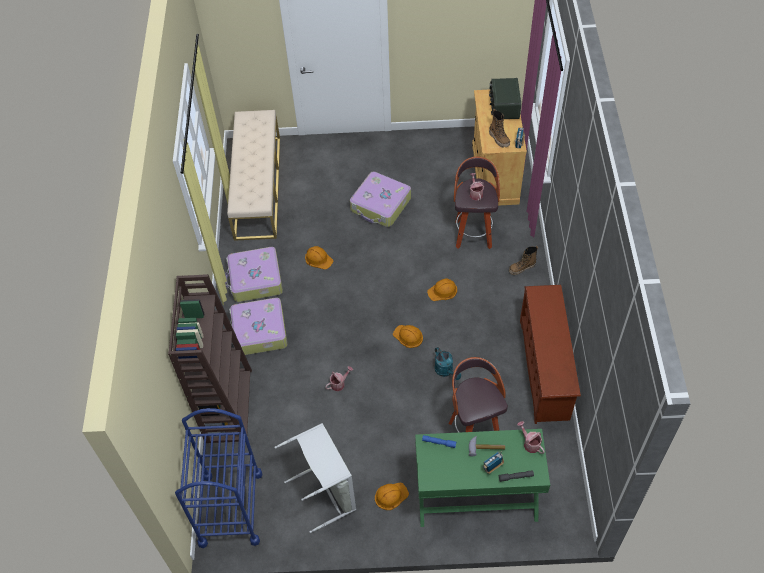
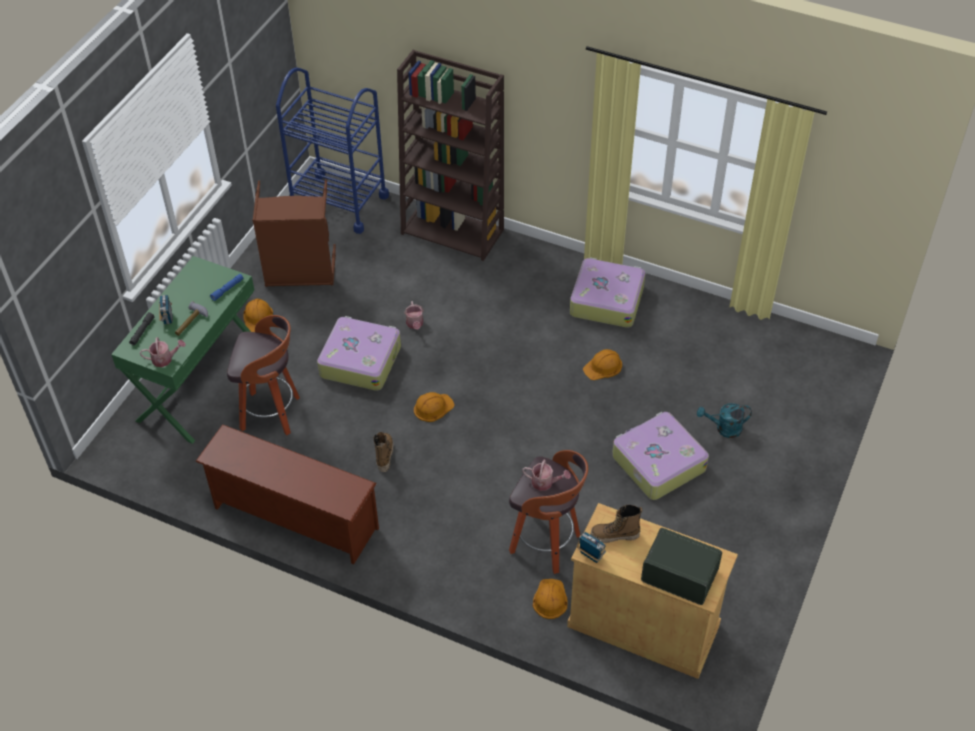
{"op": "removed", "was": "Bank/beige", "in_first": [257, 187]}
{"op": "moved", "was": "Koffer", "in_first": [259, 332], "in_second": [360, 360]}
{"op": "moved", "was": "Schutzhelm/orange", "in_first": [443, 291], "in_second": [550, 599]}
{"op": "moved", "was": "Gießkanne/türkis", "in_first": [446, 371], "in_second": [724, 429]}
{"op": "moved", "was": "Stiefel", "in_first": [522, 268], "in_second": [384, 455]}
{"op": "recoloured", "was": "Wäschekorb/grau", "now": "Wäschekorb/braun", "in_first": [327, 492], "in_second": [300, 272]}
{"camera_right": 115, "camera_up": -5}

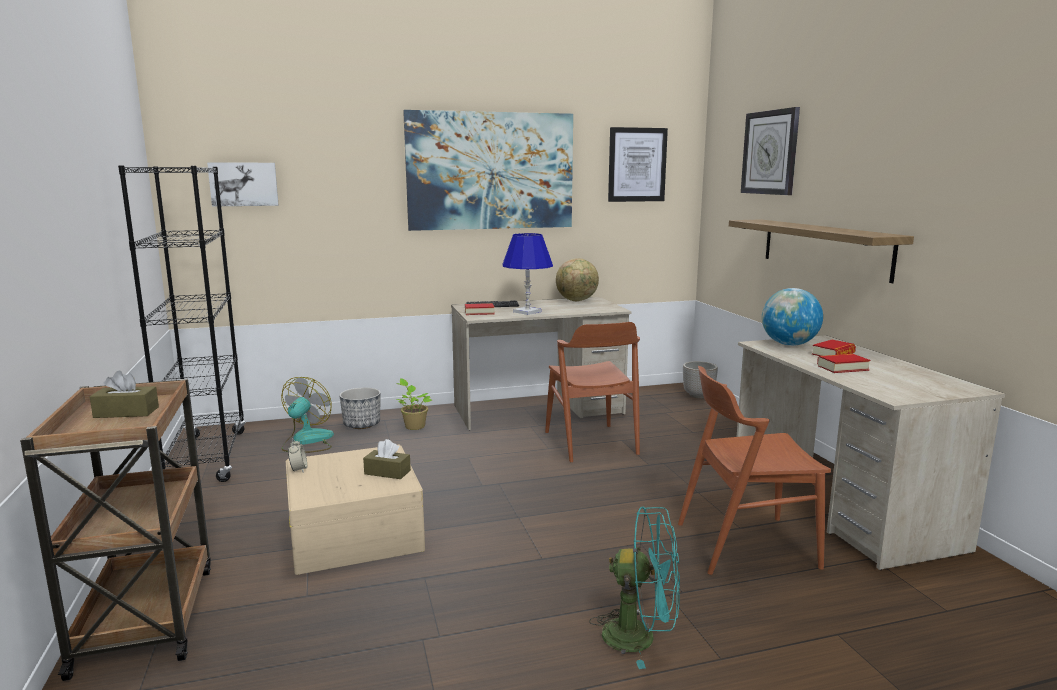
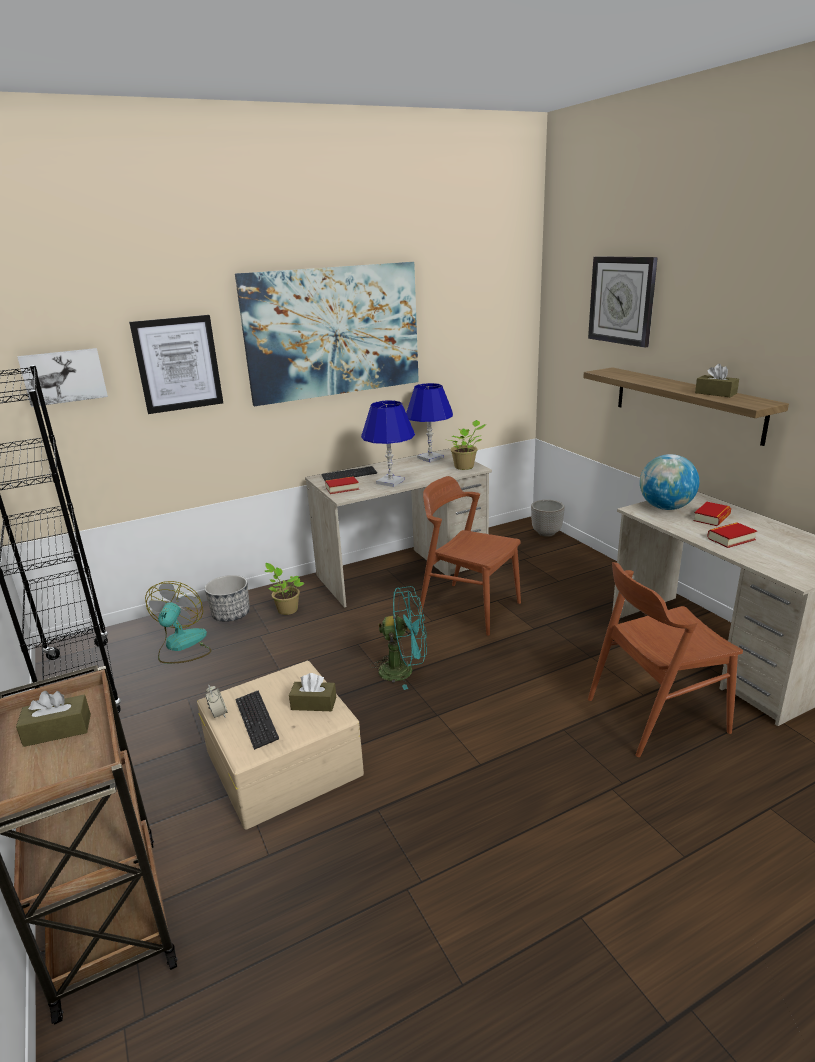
{"op": "added", "now": "Tastatur", "in_second": [256, 720]}
{"op": "added", "now": "Topfpflanze", "in_second": [465, 467]}
{"op": "added", "now": "Taschentuchbox/braun", "in_second": [715, 393]}
{"op": "moved", "was": "Ventilator/türkis", "in_first": [640, 637], "in_second": [404, 670]}
{"op": "moved", "was": "Bild", "in_first": [637, 165], "in_second": [178, 364]}
{"op": "replaced", "was": "Globus", "now": "Tischlampe/blau", "in_first": [577, 301], "in_second": [430, 458]}
{"op": "turned", "was": "Stuhl/braun", "in_first": [590, 443], "in_second": [469, 608], "clockwise": 150}
{"camera_right": -10, "camera_up": 10}

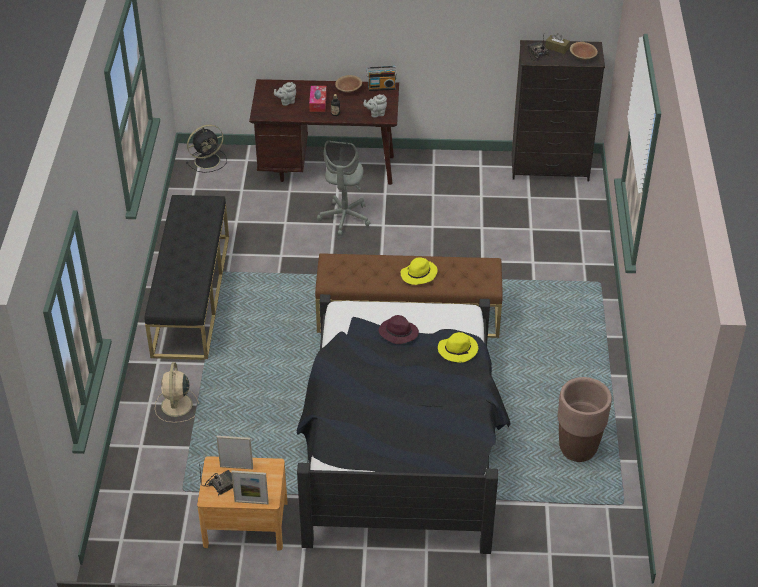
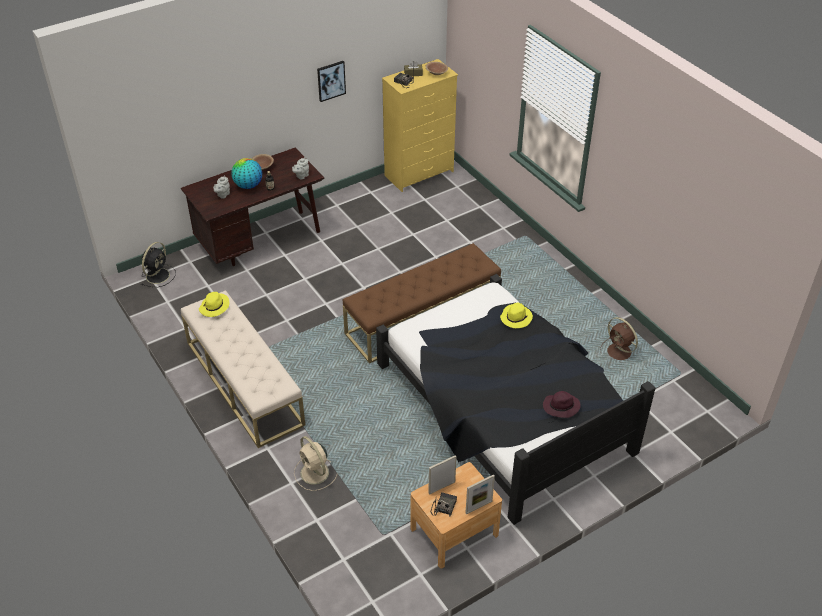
{"op": "removed", "was": "Bürostuhl/grau", "in_first": [344, 218]}
{"op": "removed", "was": "Radio", "in_first": [381, 87]}
{"op": "added", "now": "Bild", "in_second": [331, 80]}
{"op": "moved", "was": "Hut/lila", "in_first": [397, 333], "in_second": [560, 407]}
{"op": "moved", "was": "Hut/gelb", "in_first": [418, 275], "in_second": [214, 307]}
{"op": "replaced", "was": "Taschentuchbox", "now": "Globus", "in_first": [318, 102], "in_second": [248, 185]}
{"op": "replaced", "was": "Pflanzkübel/braun", "now": "Ventilator/braun", "in_first": [578, 449], "in_second": [620, 352]}
{"op": "recoloured", "was": "Bank/schwarz", "now": "Bank/beige", "in_first": [191, 294], "in_second": [244, 383]}
{"op": "recoloured", "was": "Kommode/schwarz", "now": "Kommode/gelb", "in_first": [550, 168], "in_second": [420, 174]}
{"camera_right": -35, "camera_up": 0}

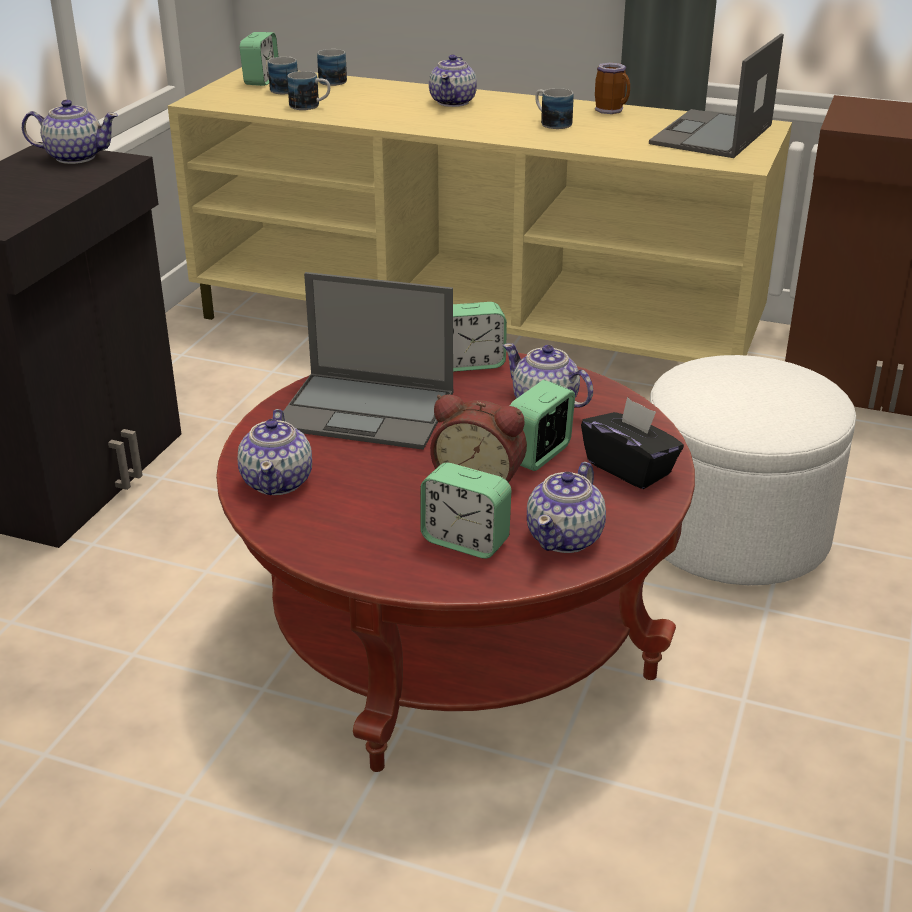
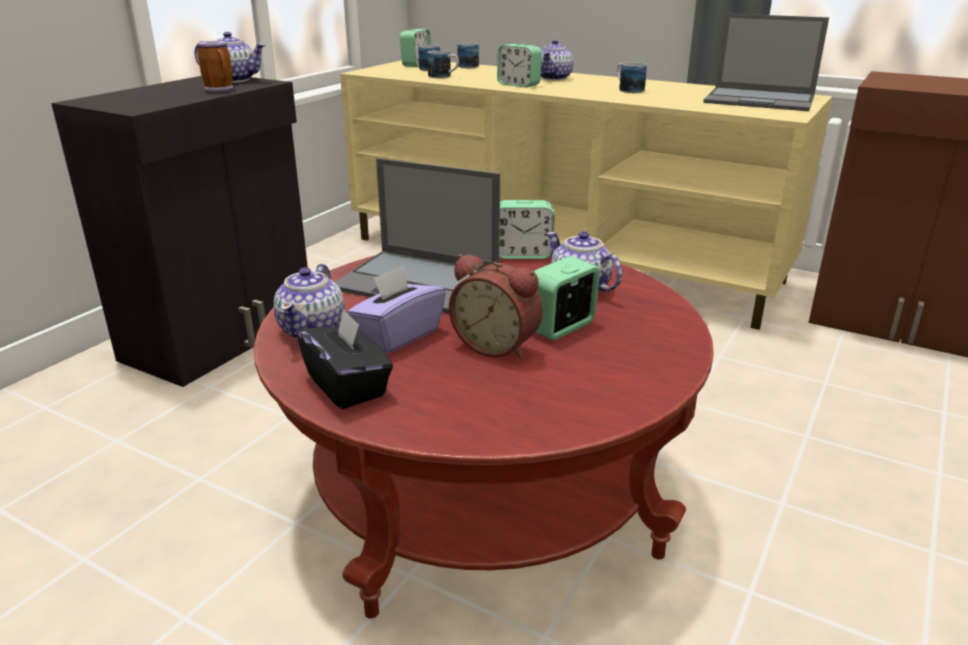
{"op": "removed", "was": "Teekanne", "in_first": [566, 537]}
{"op": "removed", "was": "Polsterhocker/weiß", "in_first": [733, 533]}
{"op": "added", "now": "Taschentuchbox/lila", "in_second": [398, 335]}
{"op": "moved", "was": "Wecker", "in_first": [465, 541], "in_second": [518, 85]}
{"op": "moved", "was": "Taschentuchbox/schwarz", "in_first": [629, 468], "in_second": [347, 386]}
{"op": "moved", "was": "Henkelbecher", "in_first": [612, 111], "in_second": [221, 90]}
{"op": "turned", "was": "Laptop", "in_first": [711, 135], "in_second": [761, 100], "clockwise": -105}
{"camera_right": 10, "camera_up": -5}

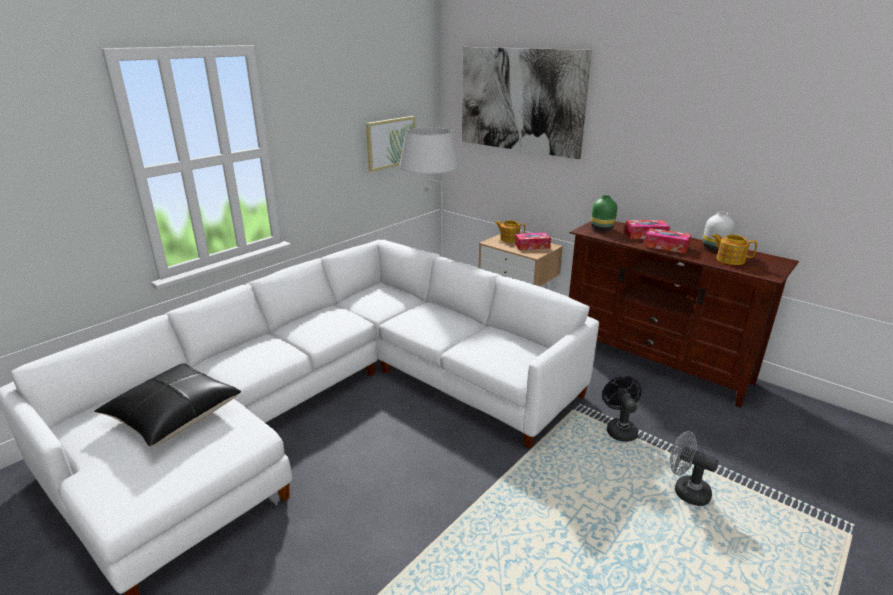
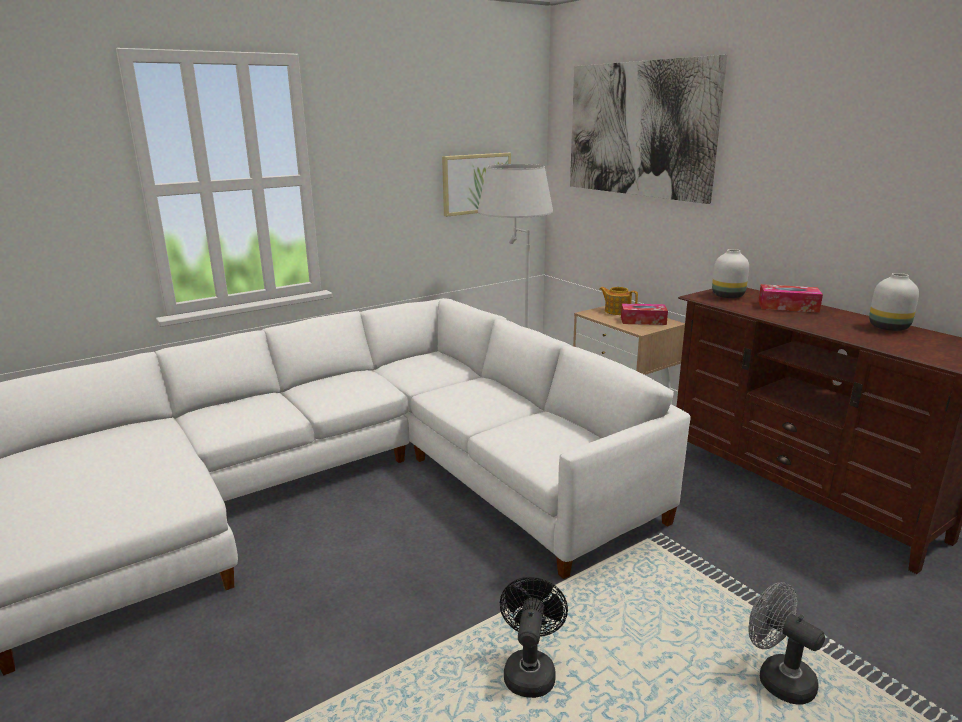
{"op": "removed", "was": "Kissen/schwarz", "in_first": [173, 415]}
{"op": "removed", "was": "Taschentuchbox", "in_first": [666, 246]}
{"op": "removed", "was": "Teekanne", "in_first": [729, 259]}
{"op": "moved", "was": "Ventilator/schwarz", "in_first": [619, 429], "in_second": [530, 670]}
{"op": "recoloured", "was": "Vase/grün", "now": "Vase/weiß", "in_first": [602, 228], "in_second": [727, 295]}
{"camera_right": 15, "camera_up": -5}

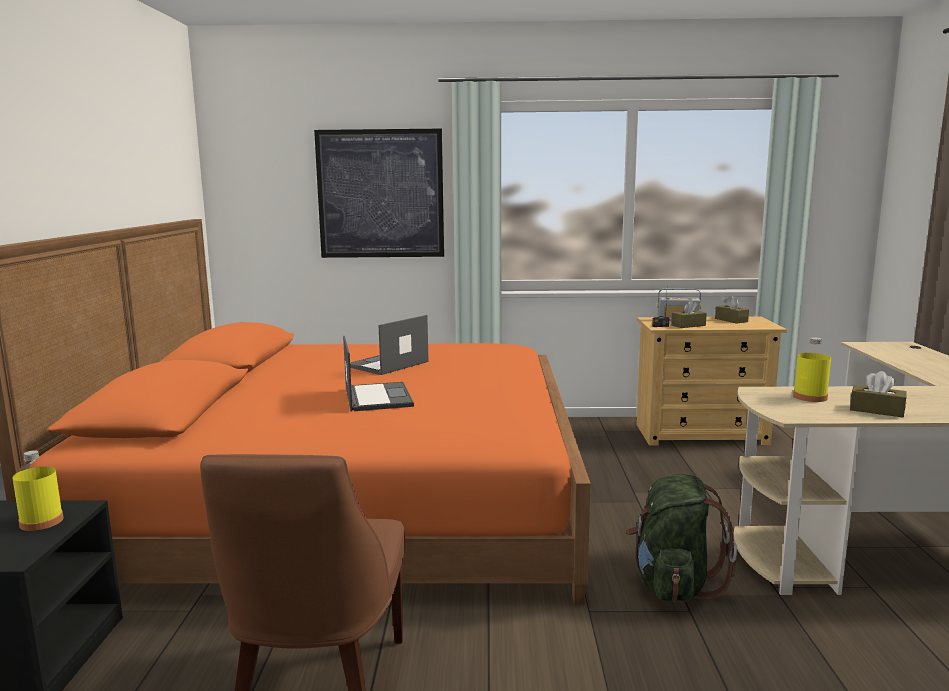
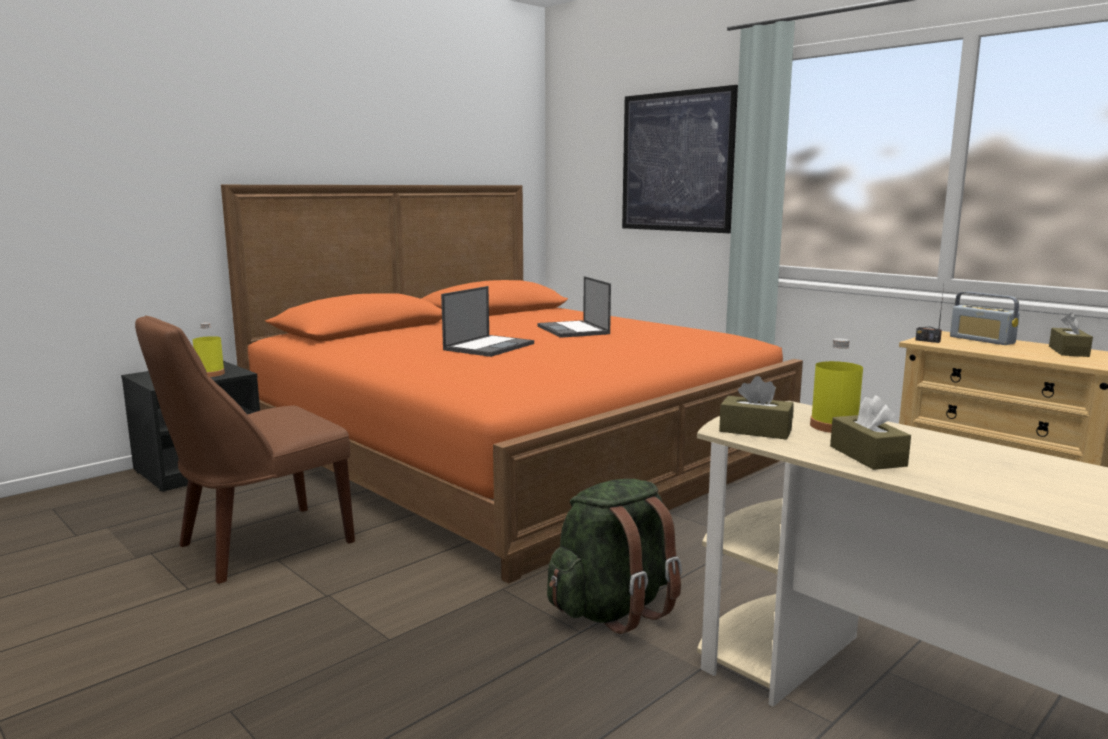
{"op": "moved", "was": "Taschentuchbox/braun", "in_first": [688, 325], "in_second": [755, 430]}
{"op": "turned", "was": "Laptop", "in_first": [387, 364], "in_second": [573, 330], "clockwise": -105}
{"camera_right": 45, "camera_up": 0}

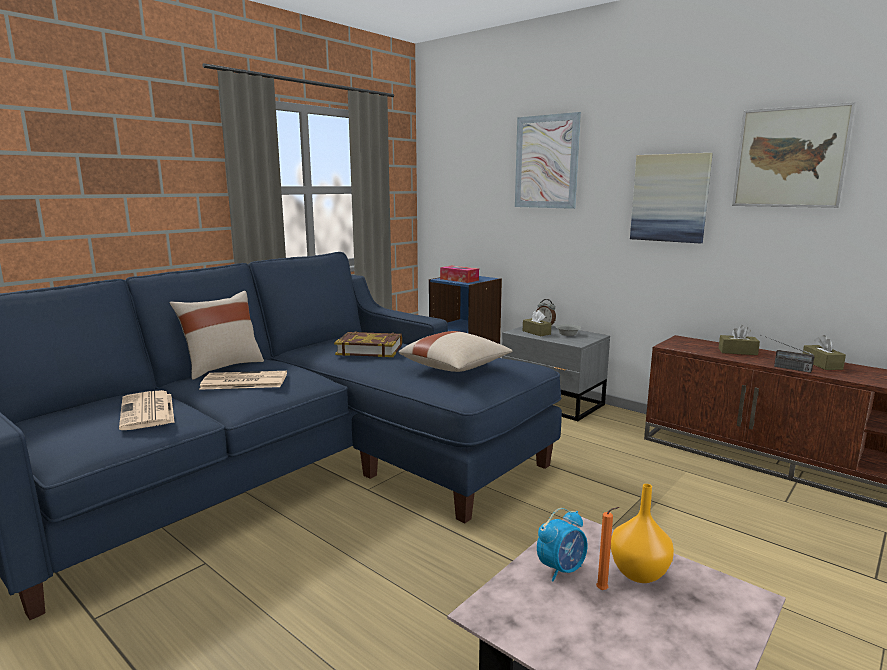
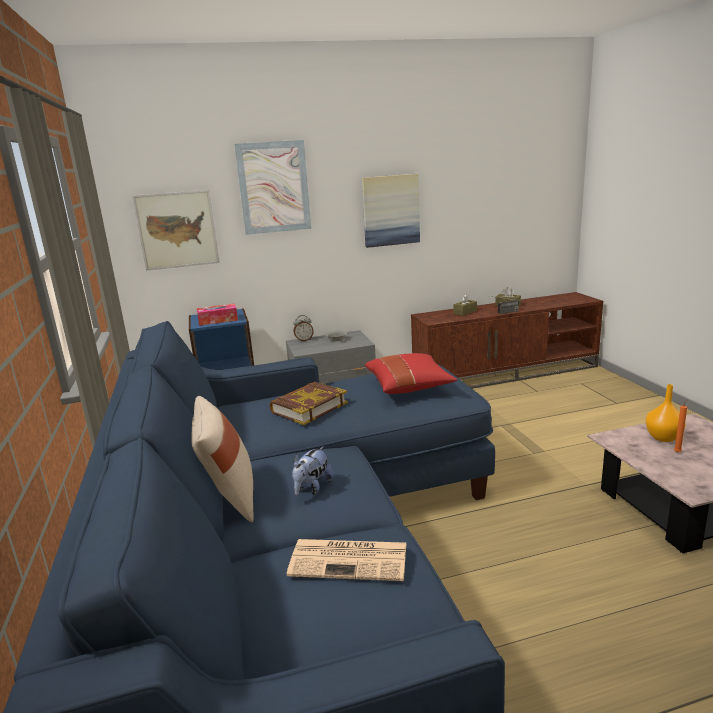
{"op": "removed", "was": "Taschentuchbox/braun", "in_first": [536, 332]}
{"op": "removed", "was": "Wecker", "in_first": [561, 569]}
{"op": "moved", "was": "Bild", "in_first": [790, 157], "in_second": [177, 230]}
{"op": "replaced", "was": "Zeitung", "now": "Plüschtier", "in_first": [243, 381], "in_second": [312, 488]}
{"op": "recoloured", "was": "Kissen/beige", "now": "Kissen/rot", "in_first": [455, 368], "in_second": [409, 386]}
{"camera_right": -55, "camera_up": 5}

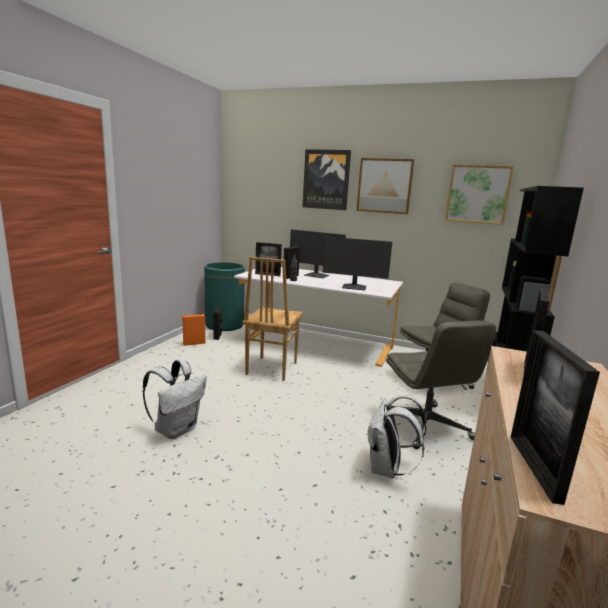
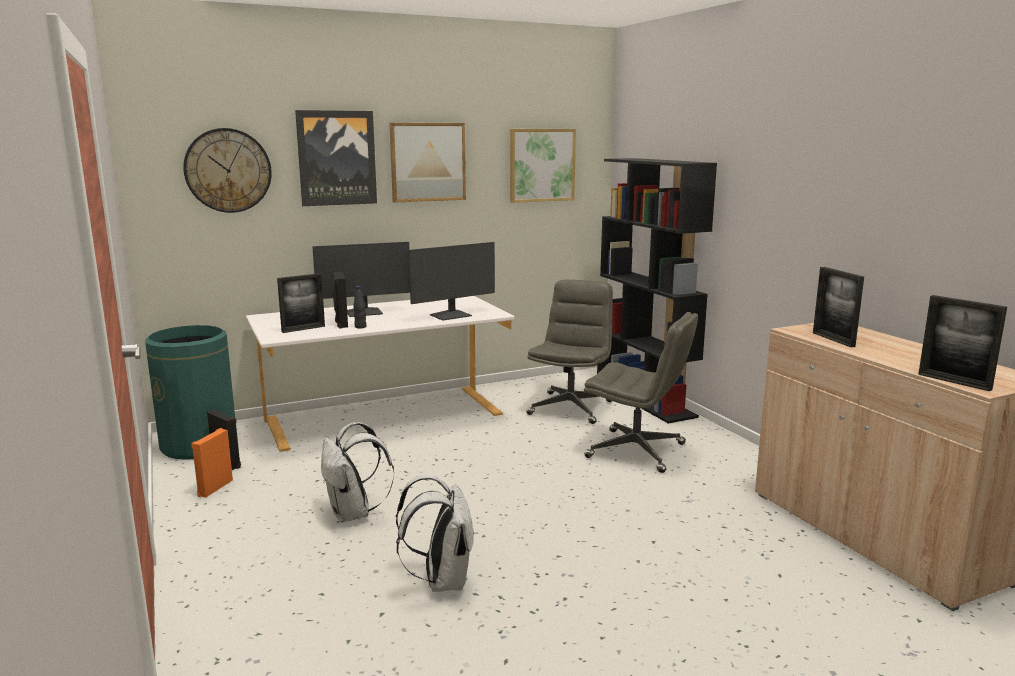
{"op": "removed", "was": "Stuhl/braun", "in_first": [270, 368]}
{"op": "added", "now": "Wanduhr", "in_second": [228, 170]}
{"op": "moved", "was": "Rucksack/weiß", "in_first": [387, 469], "in_second": [353, 514]}
{"camera_right": -45, "camera_up": 0}

